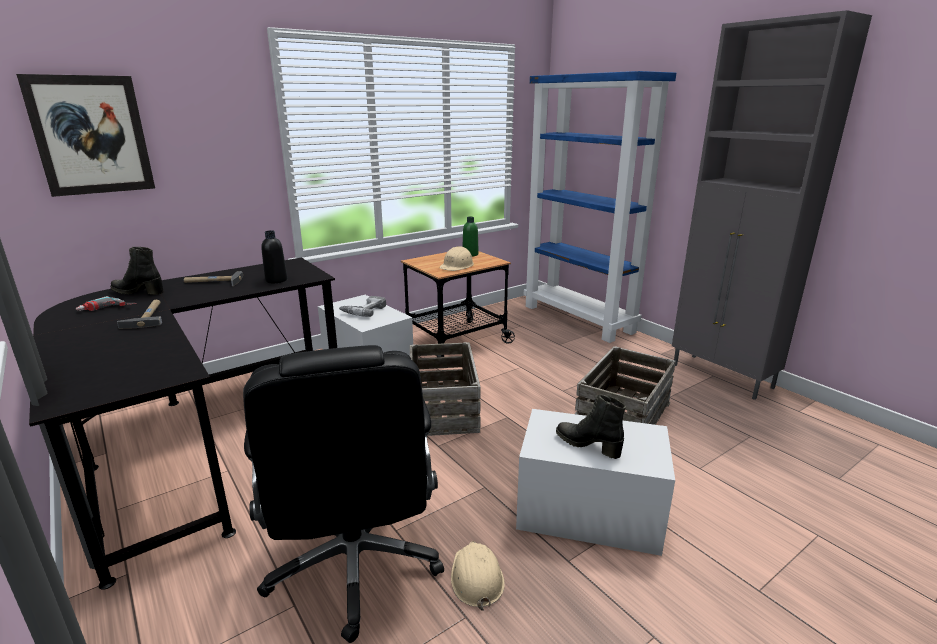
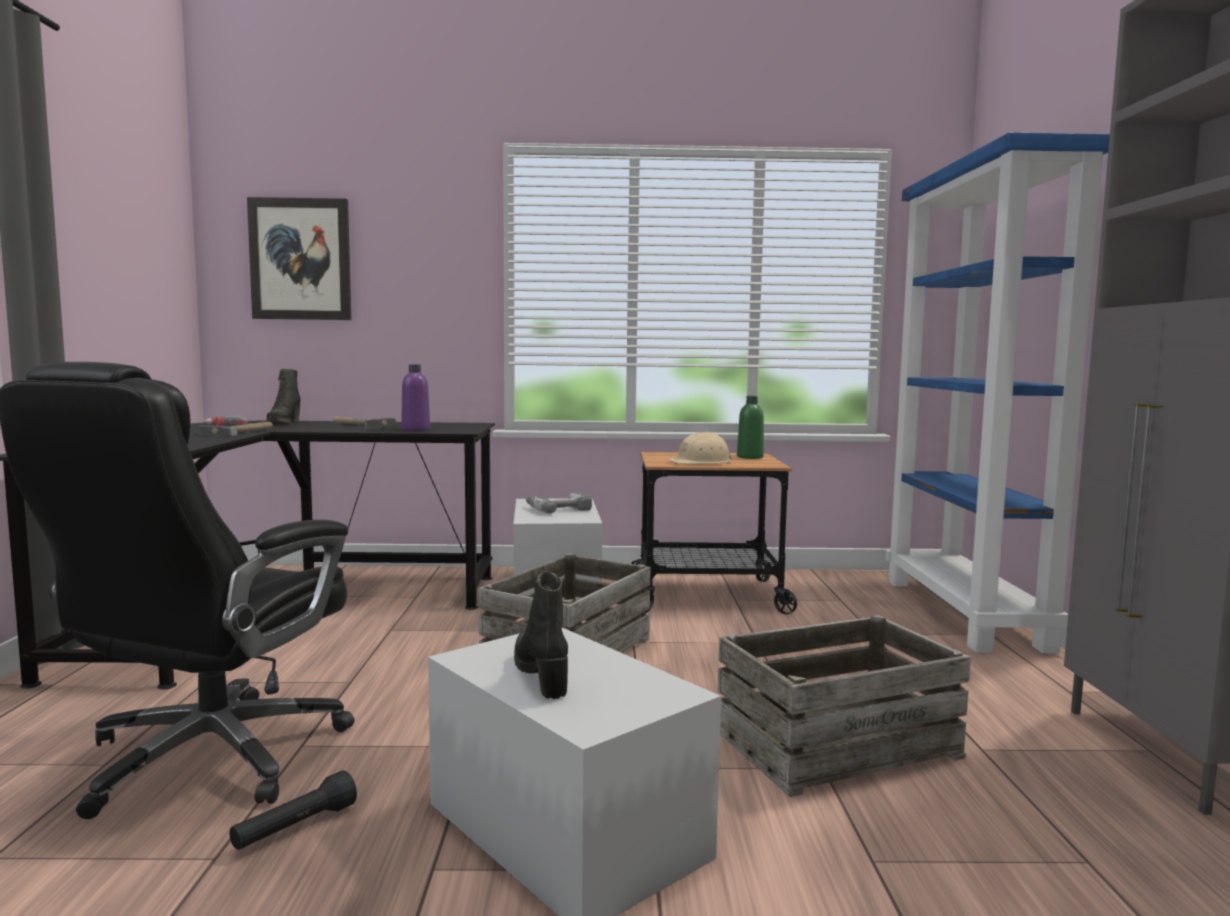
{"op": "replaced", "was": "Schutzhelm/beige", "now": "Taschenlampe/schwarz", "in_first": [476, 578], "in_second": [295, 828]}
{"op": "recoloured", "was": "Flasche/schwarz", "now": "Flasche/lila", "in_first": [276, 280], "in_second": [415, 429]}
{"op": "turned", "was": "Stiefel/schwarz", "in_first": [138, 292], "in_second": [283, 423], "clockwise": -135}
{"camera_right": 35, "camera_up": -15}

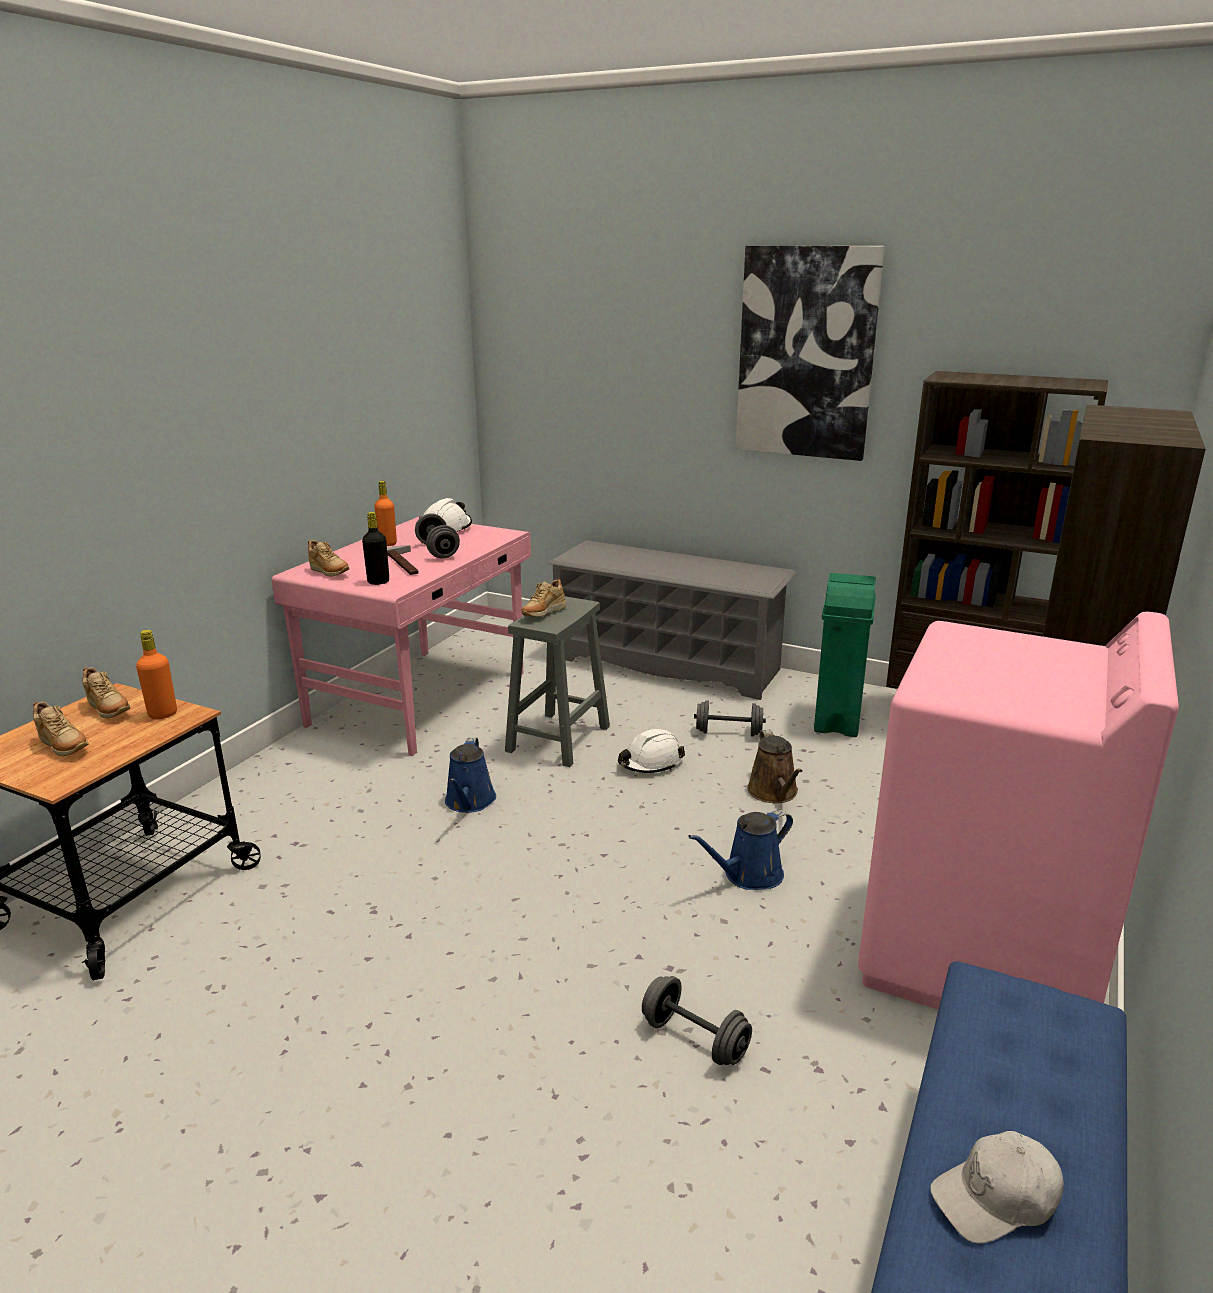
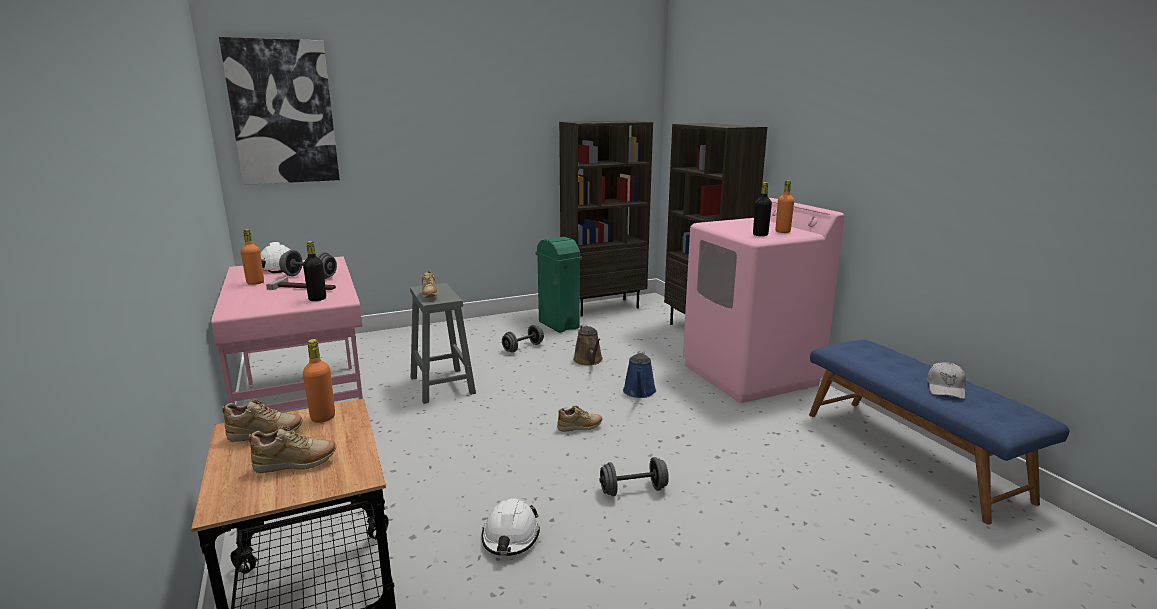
{"op": "removed", "was": "Gießkanne/blau", "in_first": [469, 802]}
{"op": "removed", "was": "Schuhregal/grau", "in_first": [668, 664]}
{"op": "added", "now": "Flasche/schwarz", "in_second": [760, 235]}
{"op": "added", "now": "Flasche/orange", "in_second": [782, 232]}
{"op": "moved", "was": "Schuh/beige", "in_first": [329, 573], "in_second": [580, 428]}
{"op": "moved", "was": "Schutzhelm/weiß", "in_first": [650, 762], "in_second": [510, 537]}
{"op": "moved", "was": "Hantel/grau", "in_first": [695, 1039], "in_second": [633, 490]}
{"op": "moved", "was": "Bild", "in_first": [806, 353], "in_second": [283, 112]}
{"op": "turned", "was": "Gießkanne/braun", "in_first": [774, 793], "in_second": [589, 360], "clockwise": 45}
{"camera_right": -50, "camera_up": -5}

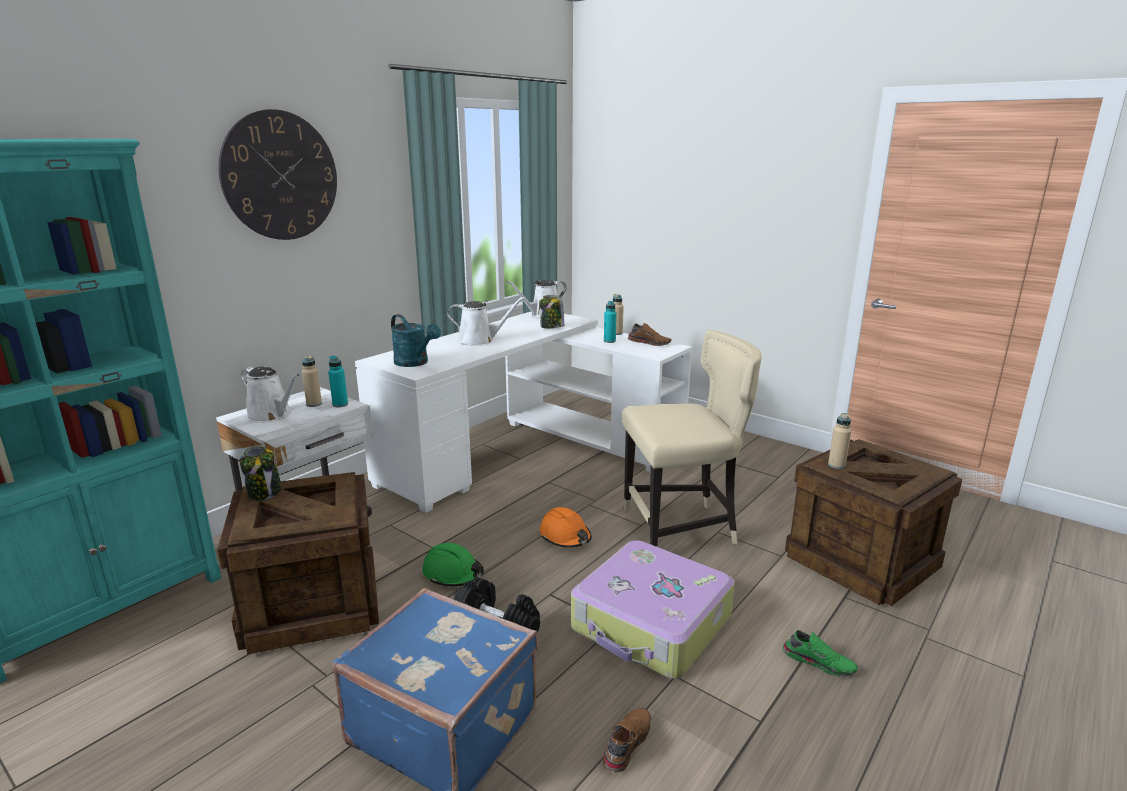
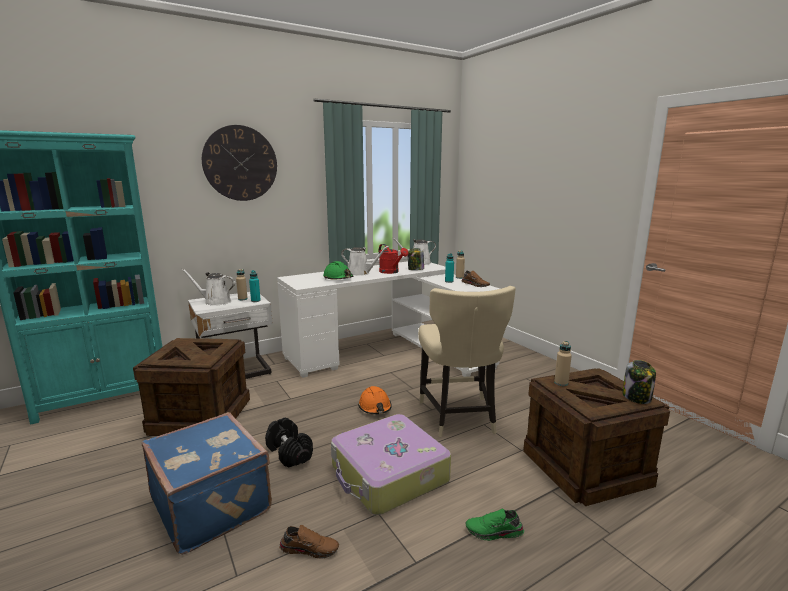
{"op": "removed", "was": "Gießkanne/türkis", "in_first": [415, 363]}
{"op": "added", "now": "Gießkanne/rot", "in_second": [391, 272]}
{"op": "moved", "was": "Vorratsglas", "in_first": [265, 492], "in_second": [637, 397]}
{"op": "moved", "was": "Schutzhelm/grün", "in_first": [453, 574], "in_second": [338, 278]}
{"op": "turned", "was": "Gießkanne/weiß", "in_first": [272, 415], "in_second": [215, 302], "clockwise": 135}
{"op": "turned", "was": "Schuh/braun", "in_first": [625, 743], "in_second": [310, 548], "clockwise": 45}
{"op": "turned", "was": "Stuhl/beige", "in_first": [682, 529], "in_second": [459, 417], "clockwise": 75}
{"op": "turned", "was": "Schuh/grün", "in_first": [818, 662], "in_second": [494, 532], "clockwise": 135}
{"camera_right": 20, "camera_up": -5}

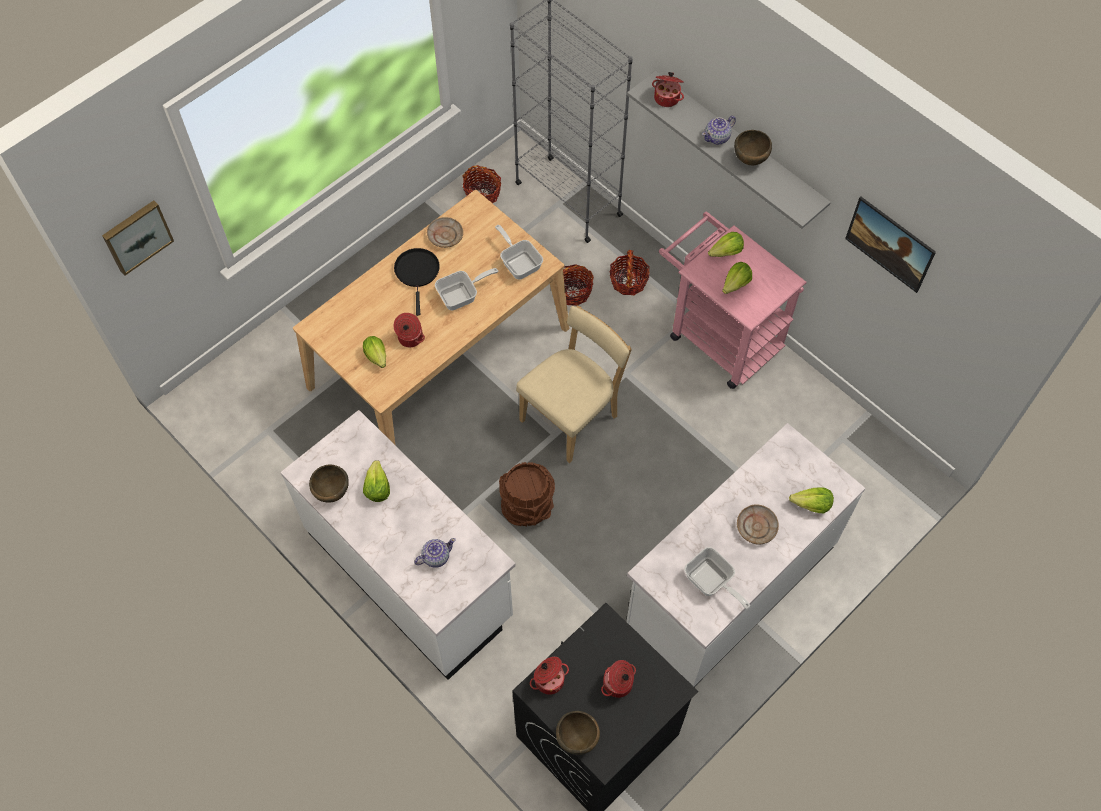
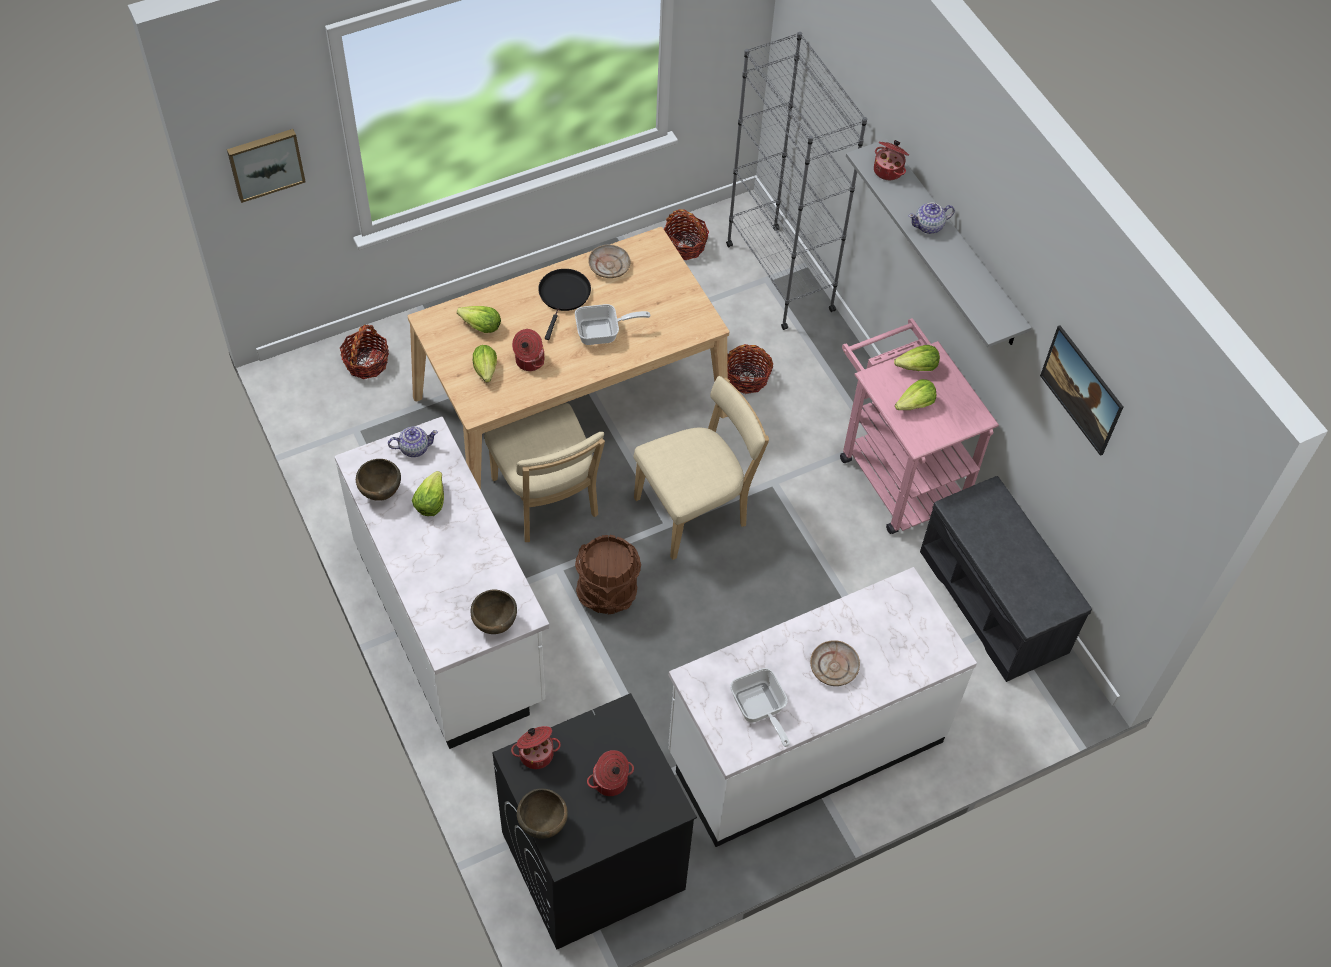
{"op": "removed", "was": "Pfanne", "in_first": [519, 262]}
{"op": "added", "now": "Stuhl/beige", "in_second": [547, 501]}
{"op": "added", "now": "Bank/grau", "in_second": [995, 602]}
{"op": "moved", "was": "Teekanne", "in_first": [435, 557], "in_second": [414, 448]}
{"op": "moved", "was": "Korb", "in_first": [628, 281], "in_second": [366, 362]}
{"op": "moved", "was": "Schüssel/braun", "in_first": [750, 160], "in_second": [495, 624]}
{"op": "moved", "was": "Salatkopf", "in_first": [811, 505], "in_second": [480, 326]}
{"camera_right": 15, "camera_up": -5}

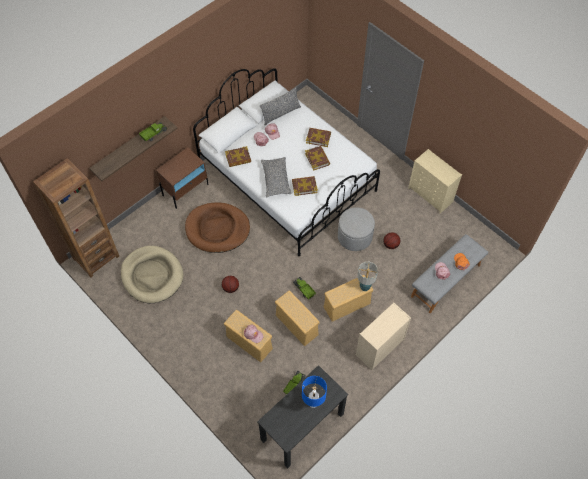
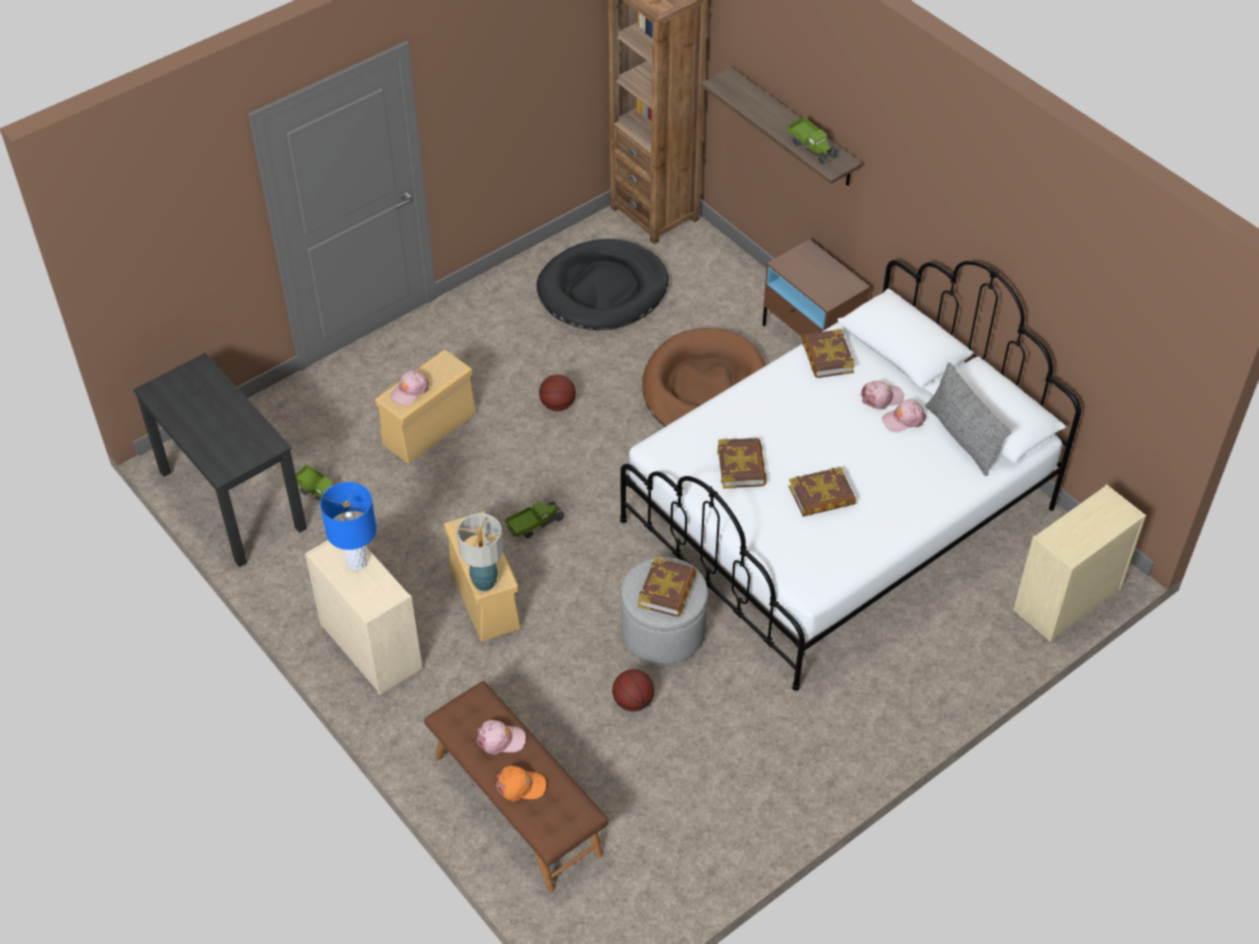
{"op": "removed", "was": "Kissen/grau", "in_first": [276, 180]}
{"op": "removed", "was": "Aufbewahrungsbox/beige", "in_first": [296, 324]}
{"op": "moved", "was": "Tischlampe/blau", "in_first": [313, 403], "in_second": [356, 562]}
{"op": "moved", "was": "Buch", "in_first": [318, 138], "in_second": [667, 591]}
{"op": "moved", "was": "Kommode/beige", "in_first": [430, 195], "in_second": [1066, 600]}
{"op": "recoloured", "was": "Hundebett/beige", "now": "Hundebett/schwarz", "in_first": [152, 275], "in_second": [603, 290]}
{"op": "recoloured", "was": "Bank/grau", "now": "Bank/braun", "in_first": [446, 281], "in_second": [516, 805]}
{"camera_right": 95, "camera_up": -10}

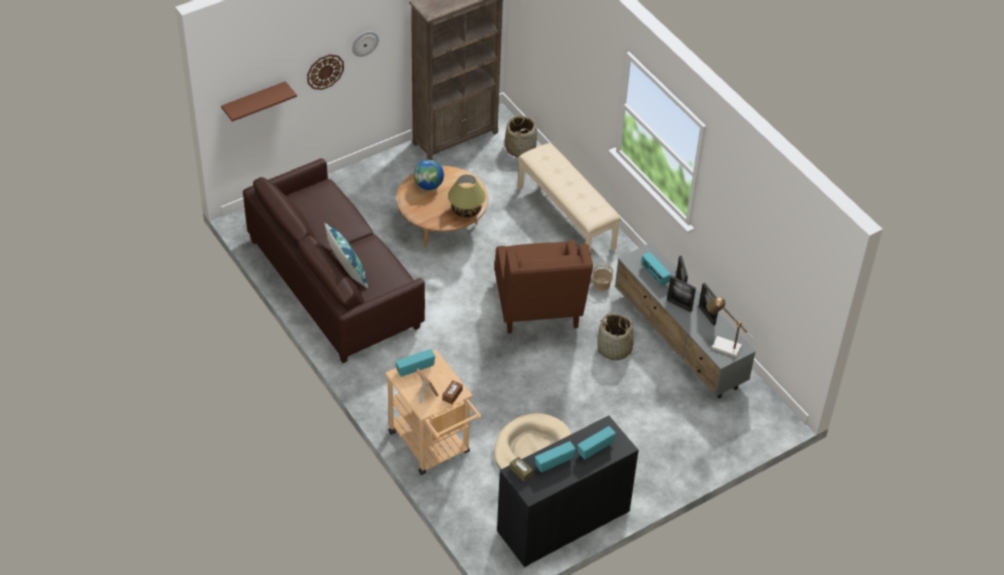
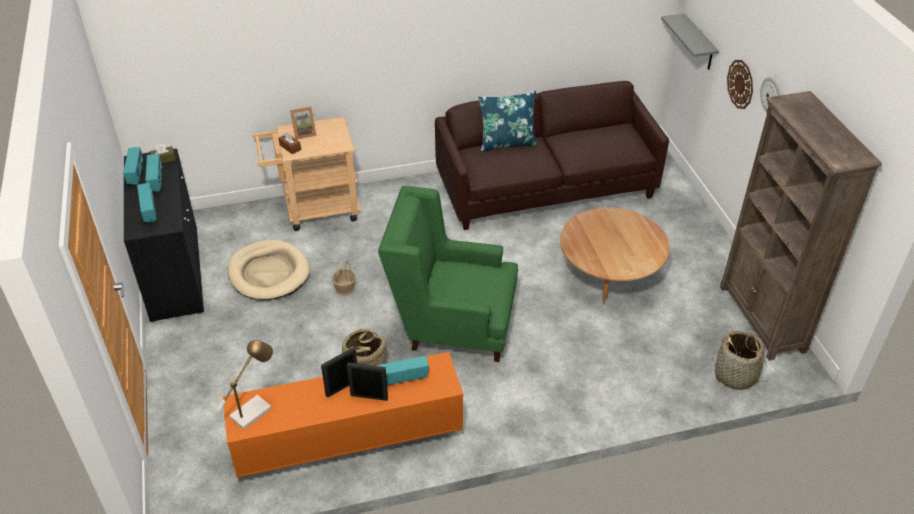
{"op": "removed", "was": "Globus", "in_first": [428, 185]}
{"op": "removed", "was": "Tischlampe", "in_first": [466, 210]}
{"op": "removed", "was": "Bank/beige", "in_first": [567, 218]}
{"op": "removed", "was": "Bilderrahmen", "in_first": [707, 315]}
{"op": "moved", "was": "Radio", "in_first": [415, 369], "in_second": [136, 174]}
{"op": "moved", "was": "Korb", "in_first": [601, 285], "in_second": [345, 288]}
{"op": "recoloured", "was": "Wandregal/braun", "now": "Wandregal/grau", "in_first": [254, 102], "in_second": [699, 43]}
{"op": "recoloured", "was": "Sessel/braun", "now": "Sessel/grün", "in_first": [539, 310], "in_second": [452, 324]}
{"op": "recoloured", "was": "Fernsehschrank/grau", "now": "Fernsehschrank/orange", "in_first": [679, 341], "in_second": [347, 440]}
{"camera_right": 110, "camera_up": -5}

